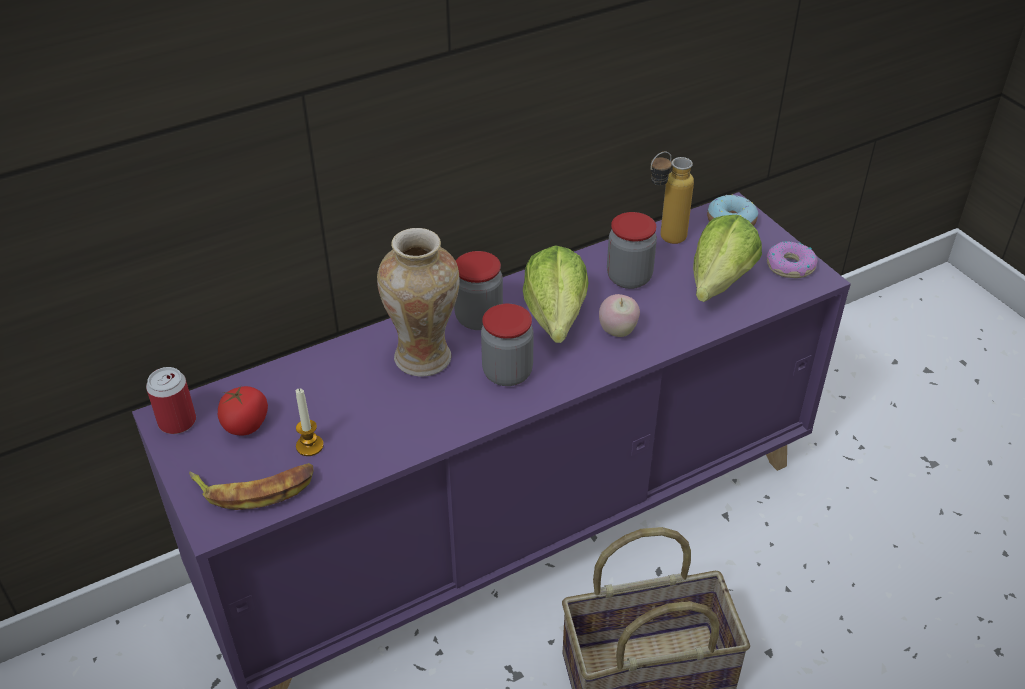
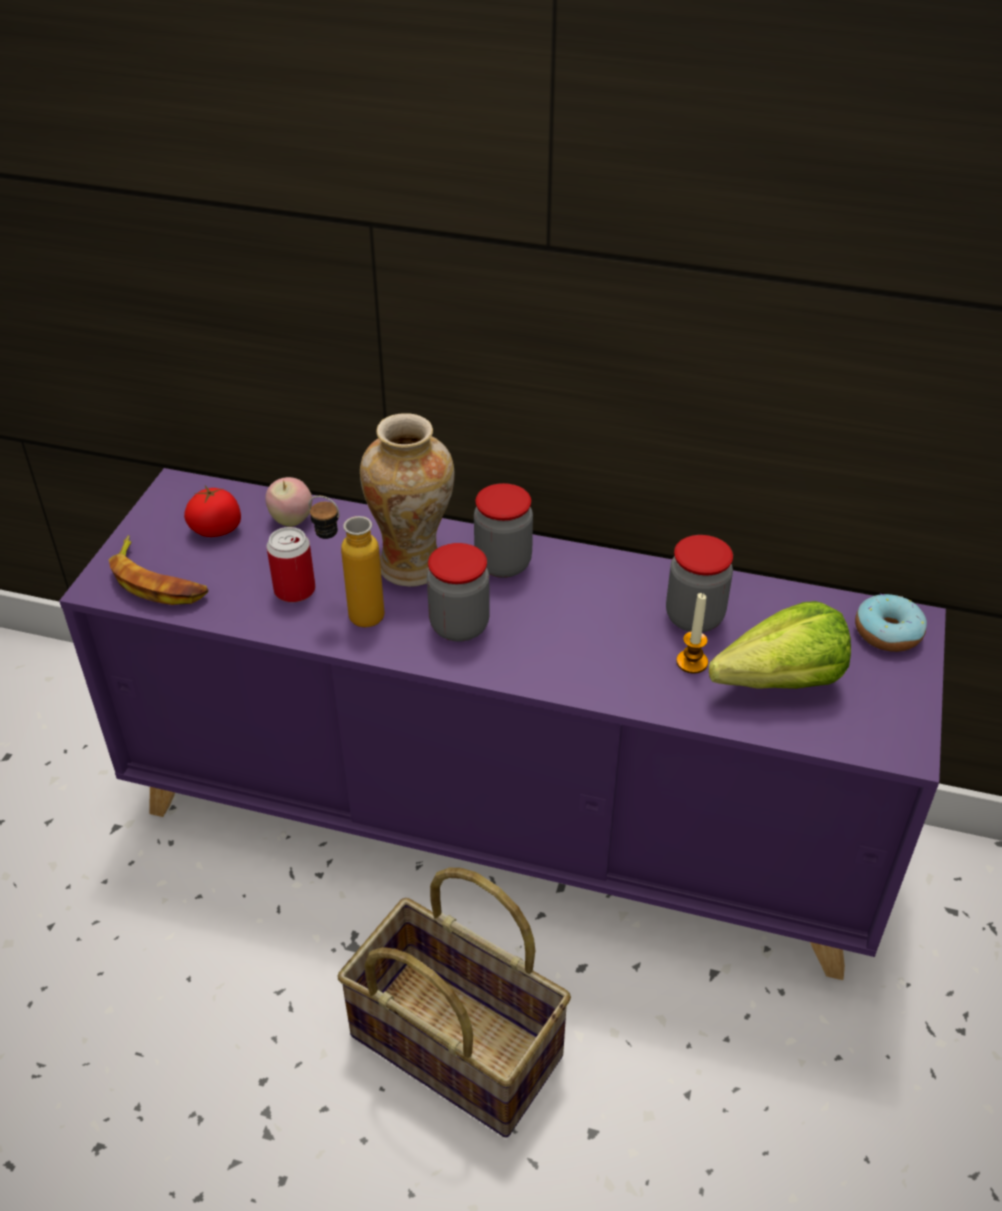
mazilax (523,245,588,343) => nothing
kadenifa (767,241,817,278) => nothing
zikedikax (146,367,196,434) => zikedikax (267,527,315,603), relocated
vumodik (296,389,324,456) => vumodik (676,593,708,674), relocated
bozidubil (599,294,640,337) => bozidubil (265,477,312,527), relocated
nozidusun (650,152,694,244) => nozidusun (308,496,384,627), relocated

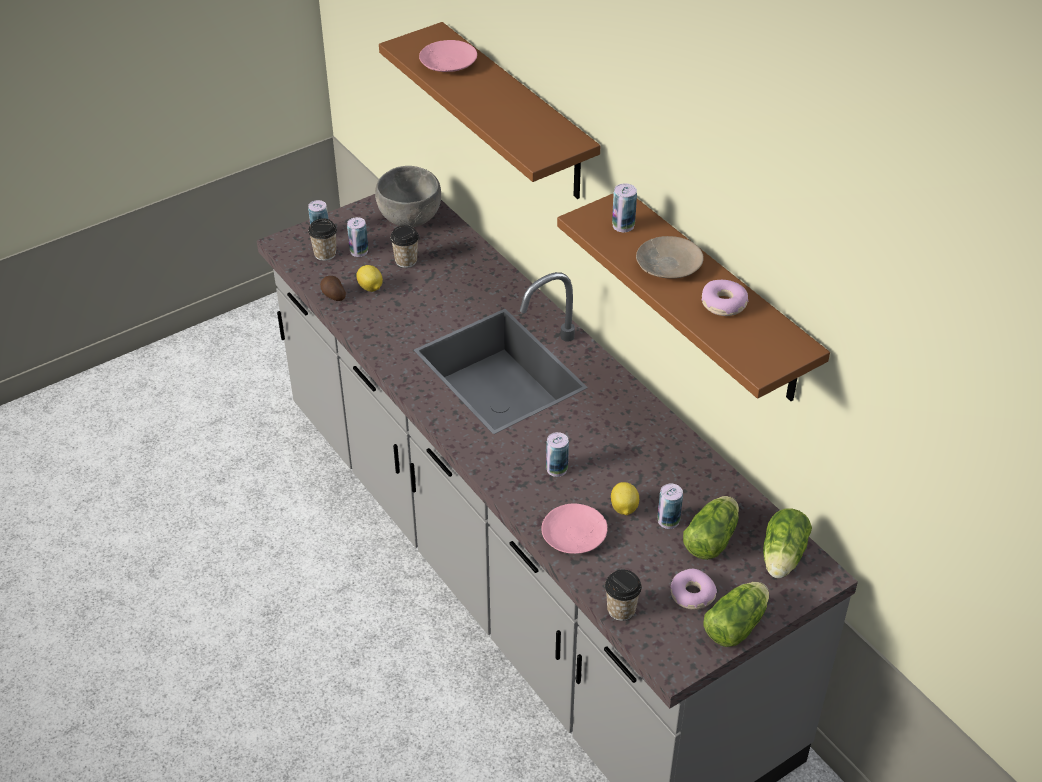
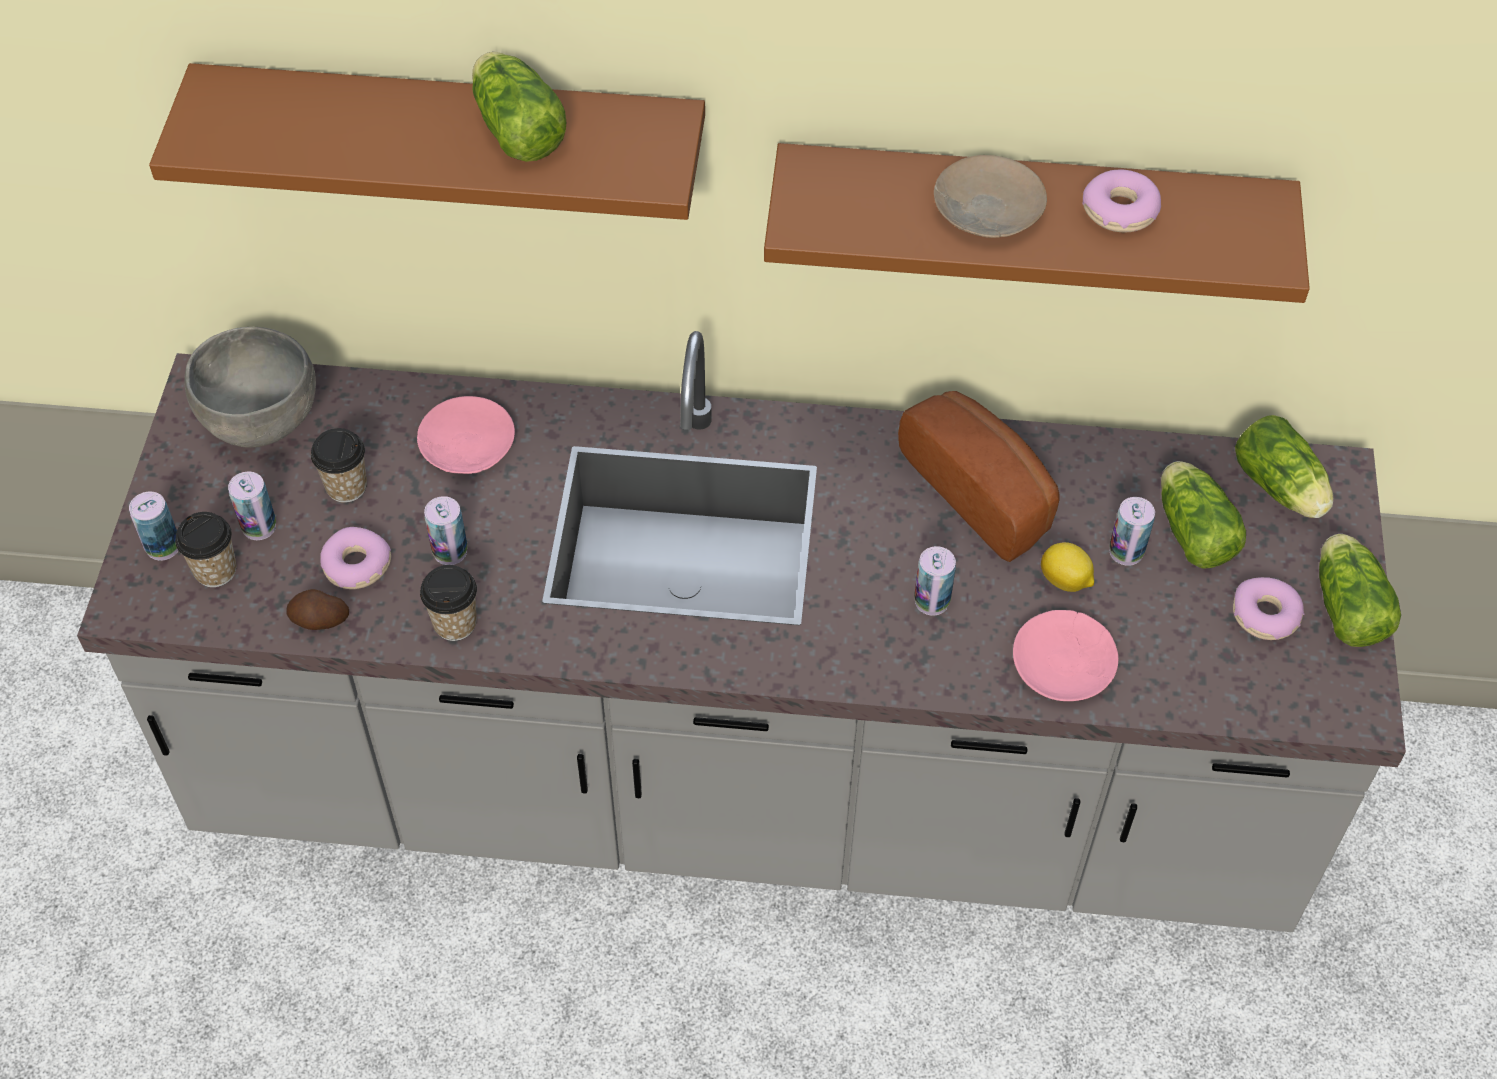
nothing => mazilax (472,52,566,162)
nothing => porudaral (898,391,1060,562)
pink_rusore (419,40,477,72) => pink_rusore (417,396,515,474), relocated
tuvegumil (605,570,642,621) => tuvegumil (420,565,477,641), relocated
zikedikax (612,183,637,232) => zikedikax (424,496,468,565), relocated
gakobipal (356,265,383,292) => kadenifa (320,527,391,589)

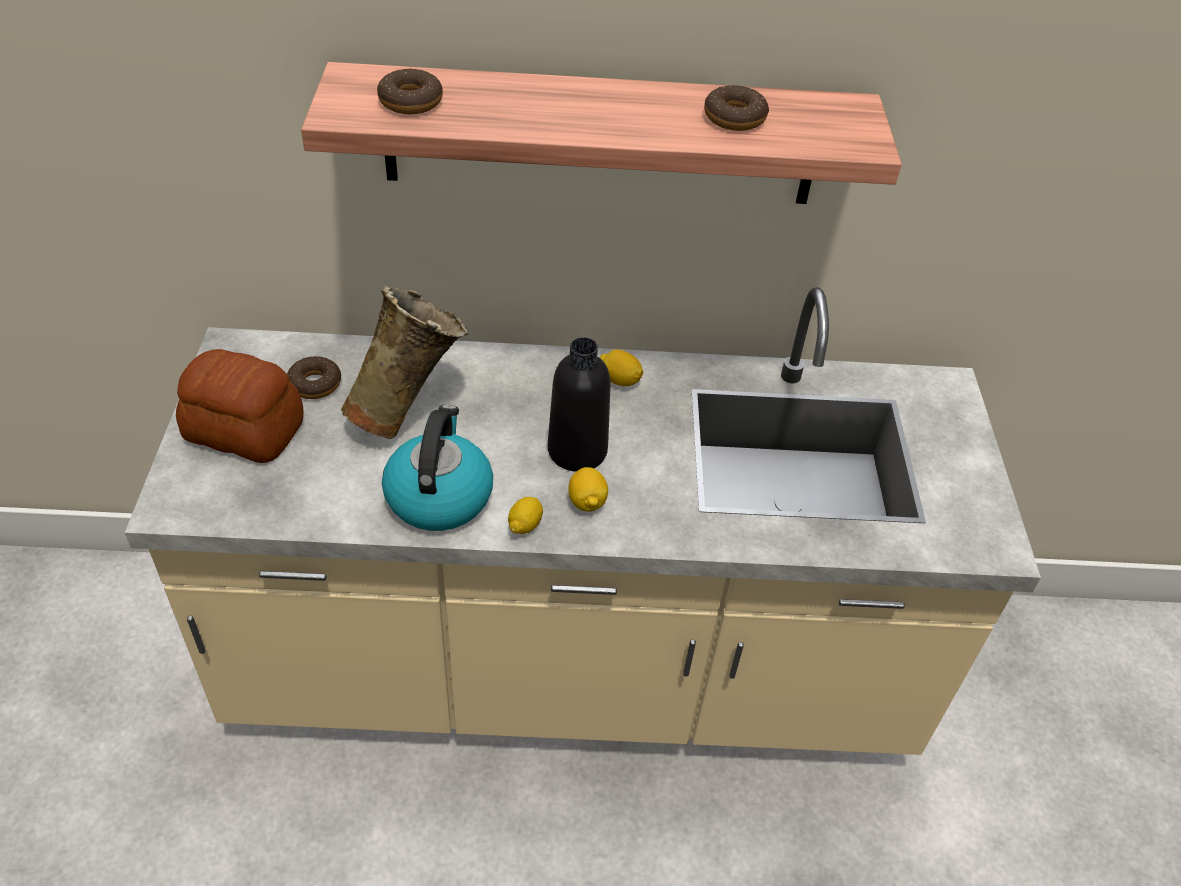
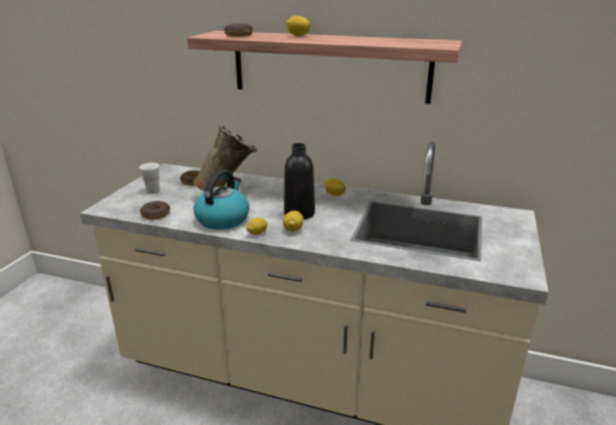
nothing => gakobipal (286,16,311,36)
kadenifa (704,85,769,131) => kadenifa (140,201,170,219), relocated
porudaral (176,349,304,463) => white_tuvegumil (139,163,160,194)

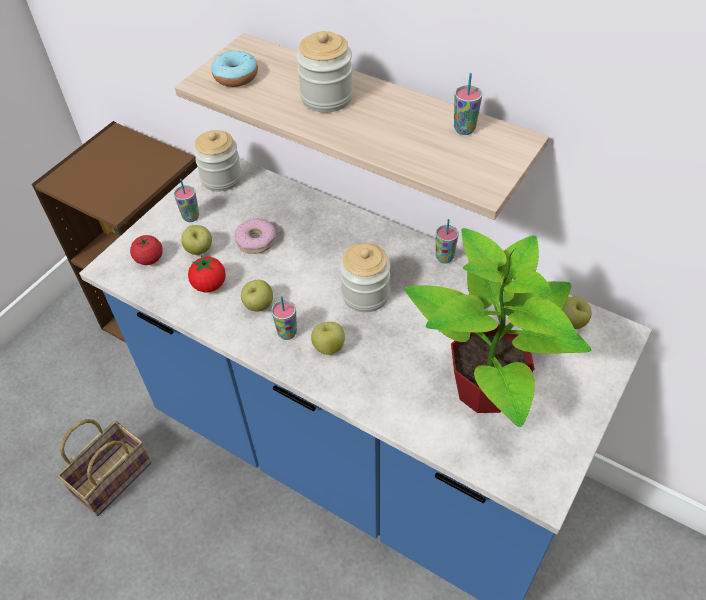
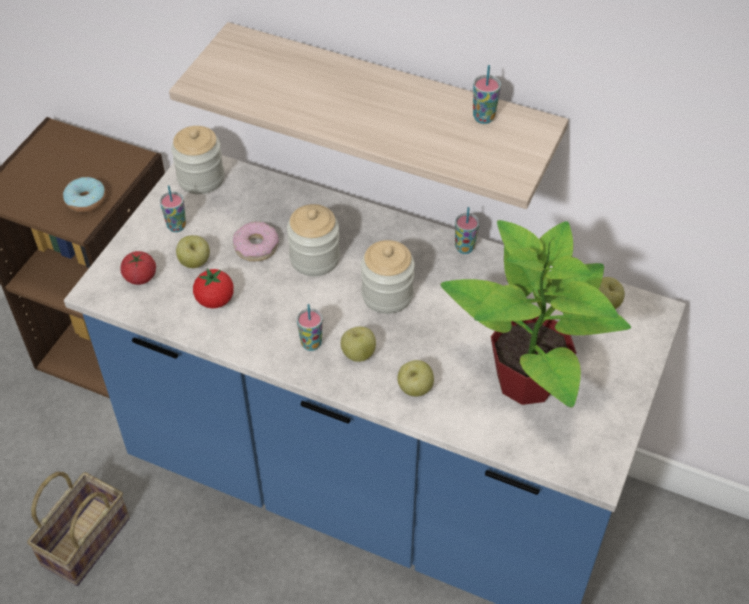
kadenifa (211,51,258,87) => kadenifa (63,177,106,213), relocated
bozidubil (241,280,273,312) => bozidubil (398,360,434,397), relocated
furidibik (296,31,353,112) => furidibik (287,204,340,276), relocated

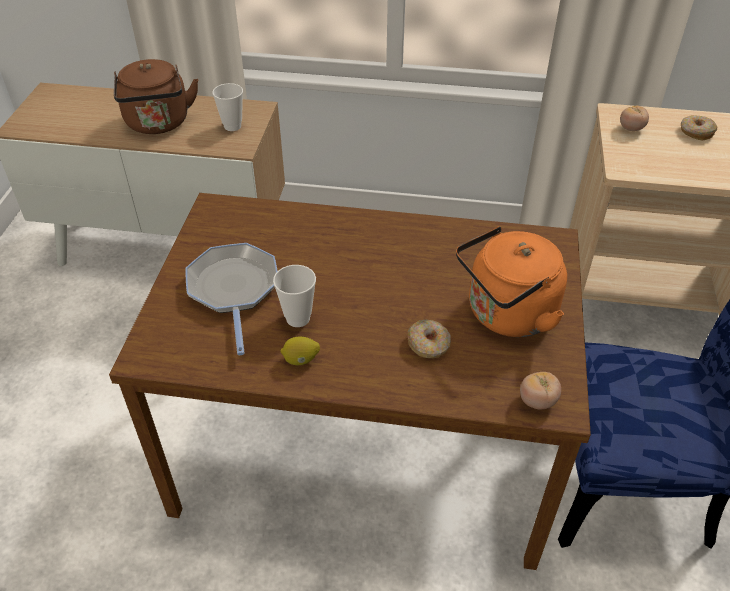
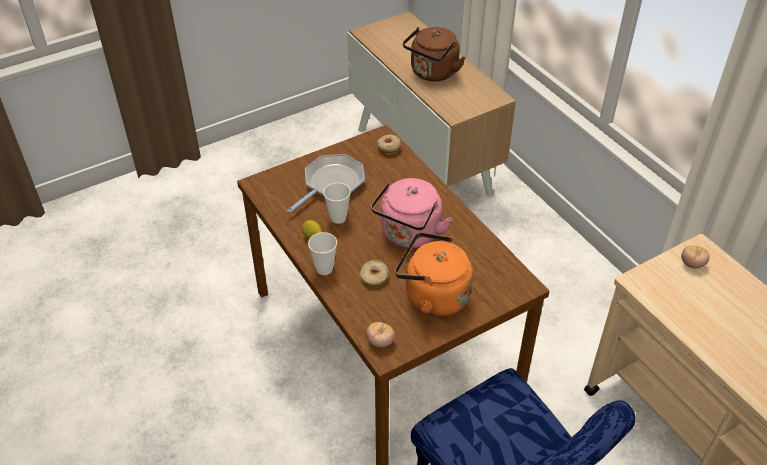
nothing => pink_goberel (371,178,453,248)
tuvegumil (212,83,243,131) => tuvegumil (308,232,337,275), relocated
kadenifa (681,115,717,141) => kadenifa (377,135,401,155), relocated

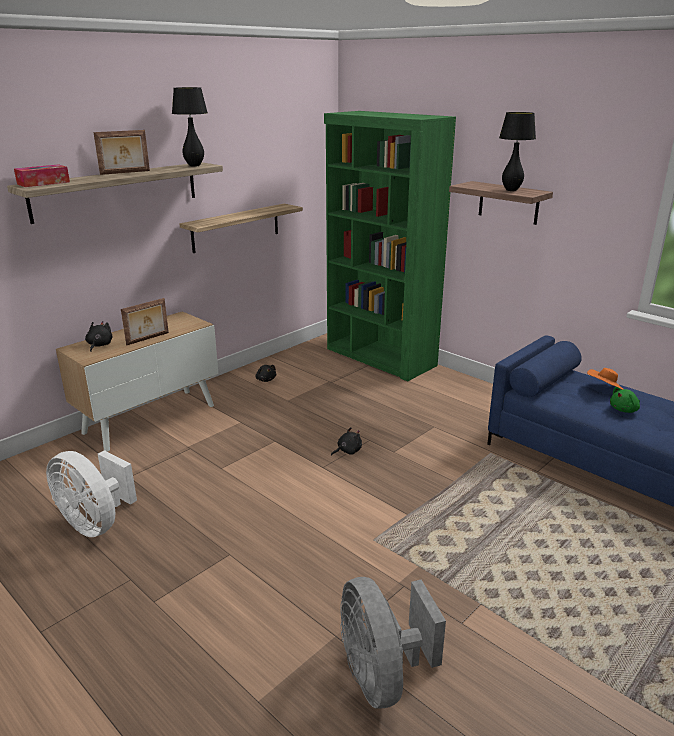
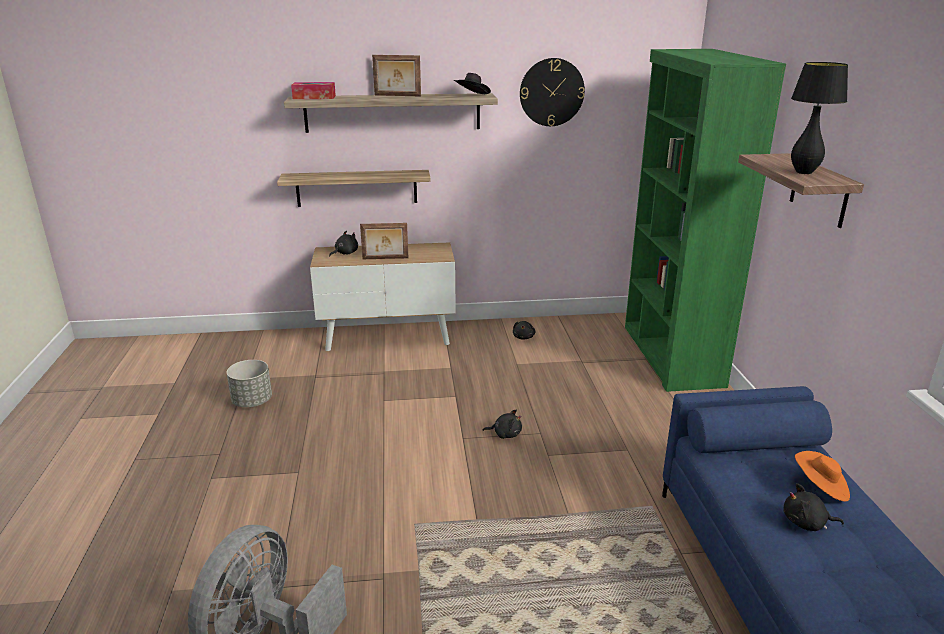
nothing => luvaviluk (520,58,585,126)
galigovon (180,204,303,253) => galigovon (277,170,431,207), relocated
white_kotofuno (46,450,137,537) => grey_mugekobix (227,360,272,407)
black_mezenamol (172,87,208,167) => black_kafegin (454,73,491,94)
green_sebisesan (610,387,640,413) => black_sebisesan (784,483,844,531)

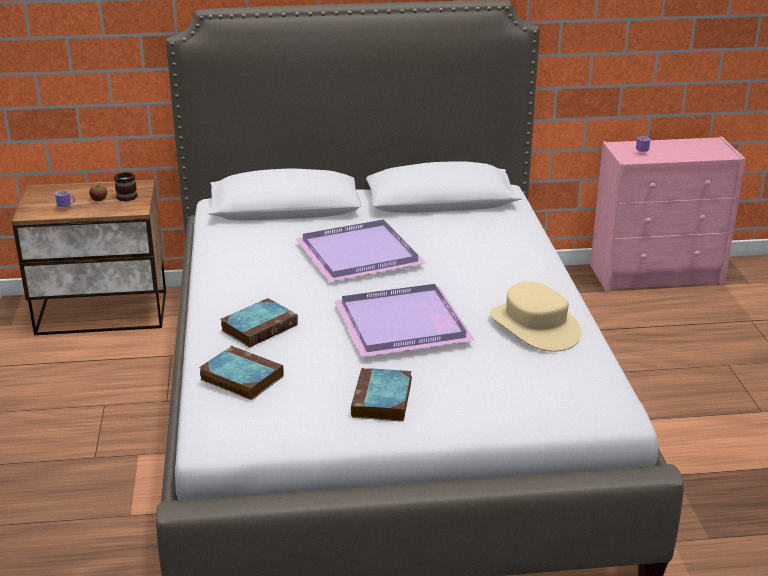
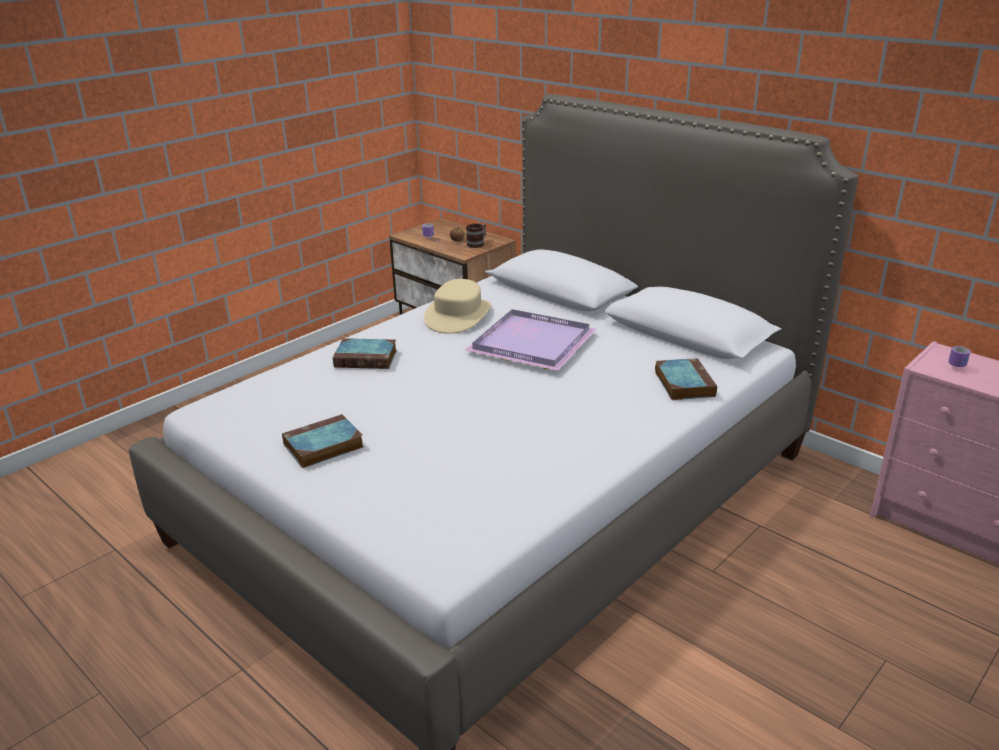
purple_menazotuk (334,284,475,357) => nothing
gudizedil (199,346,283,400) => gudizedil (655,358,717,400), relocated
beige_kafegin (490,281,582,352) => beige_kafegin (424,279,491,334), relocated

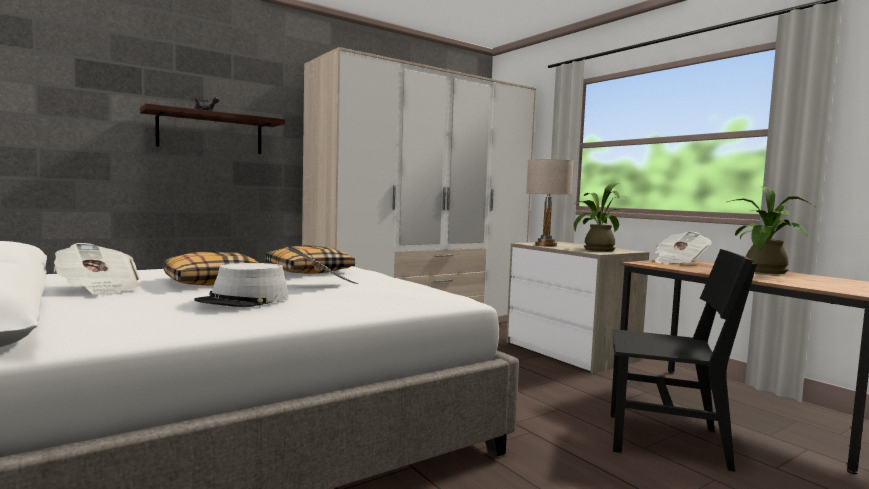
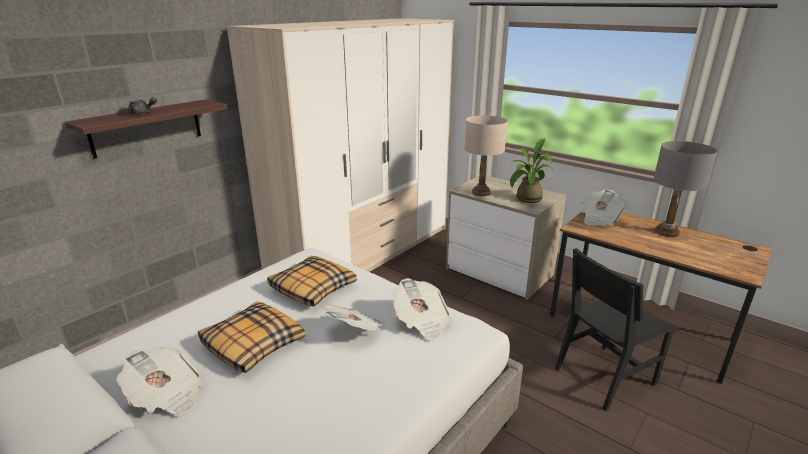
grey_kafegin (194,263,289,307) => nothing
nothing => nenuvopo (392,278,452,341)
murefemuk (727,186,815,274) => grey_mezenamol (653,141,718,237)
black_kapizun (611,249,757,472) => black_kapizun (555,248,678,411), 150 degrees clockwise

